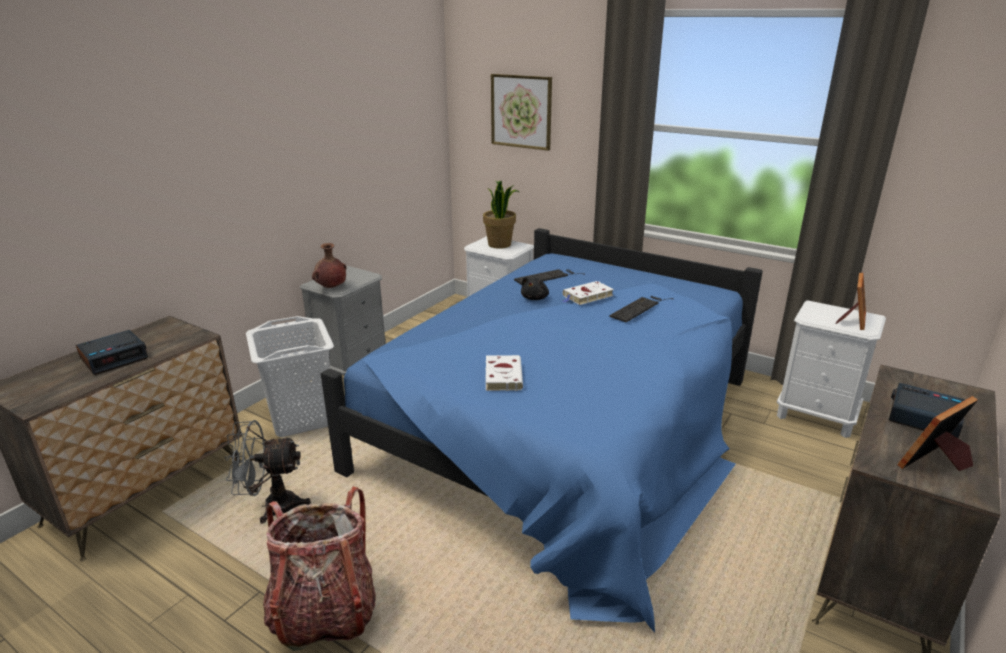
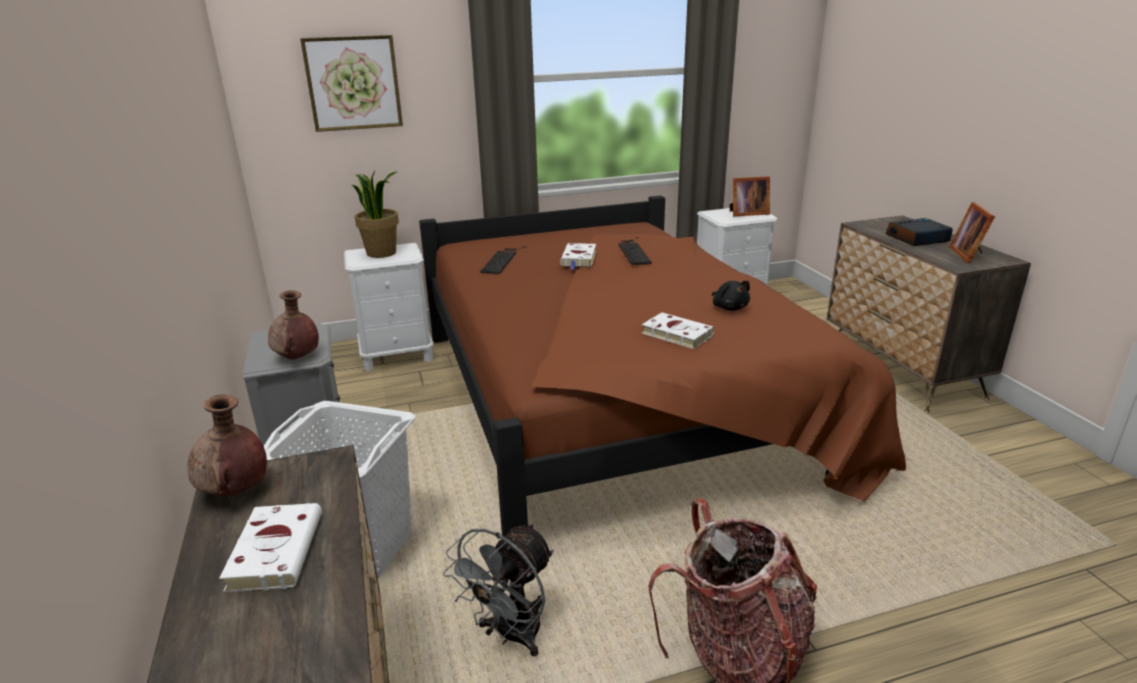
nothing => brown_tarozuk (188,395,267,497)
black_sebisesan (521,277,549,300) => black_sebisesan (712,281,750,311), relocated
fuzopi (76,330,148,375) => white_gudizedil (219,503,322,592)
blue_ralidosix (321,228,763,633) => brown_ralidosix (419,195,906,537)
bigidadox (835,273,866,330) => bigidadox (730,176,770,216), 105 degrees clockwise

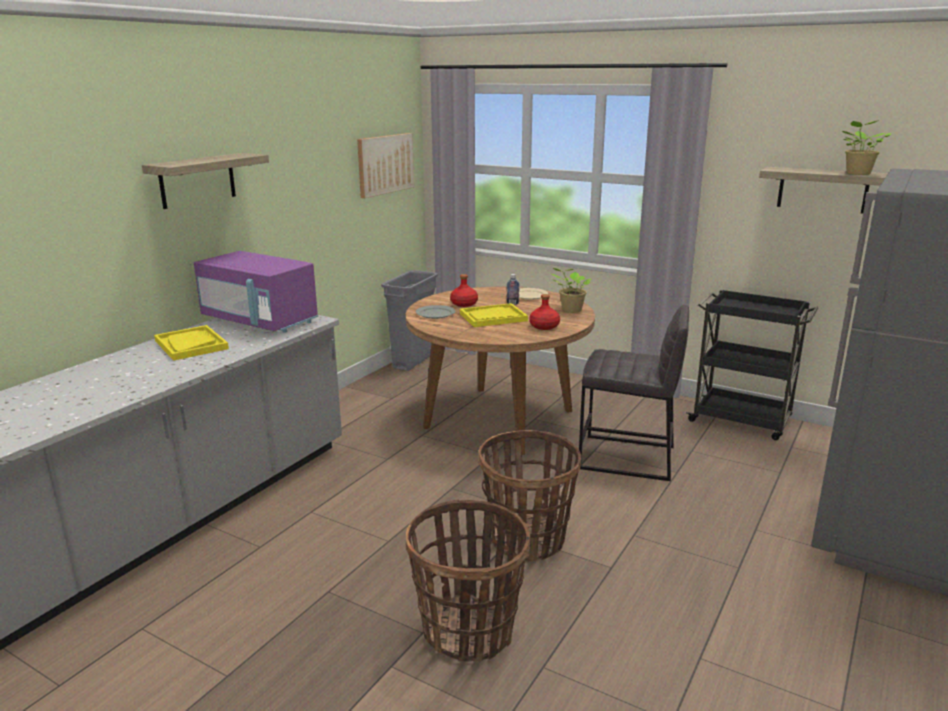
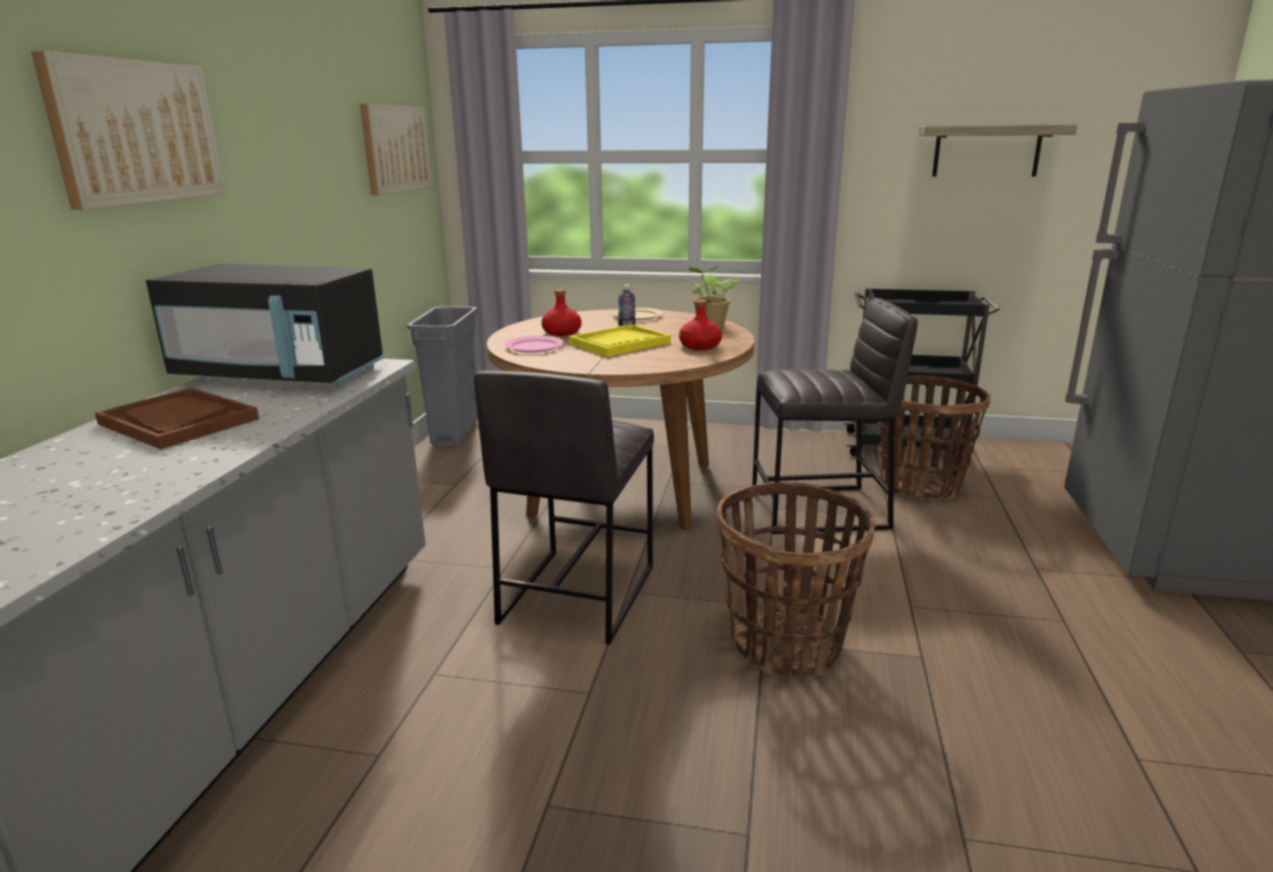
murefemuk (842,121,891,175) => nothing
nothing => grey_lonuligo (474,371,654,645)
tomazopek (406,499,530,663) => tomazopek (878,375,991,500), relocated
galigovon (142,153,269,209) => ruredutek (31,51,225,210)
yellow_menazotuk (154,325,229,361) => brown_menazotuk (95,388,259,449)
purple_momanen (194,251,318,333) => black_momanen (146,264,384,386)
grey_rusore (416,305,456,319) => pink_rusore (505,336,564,353)

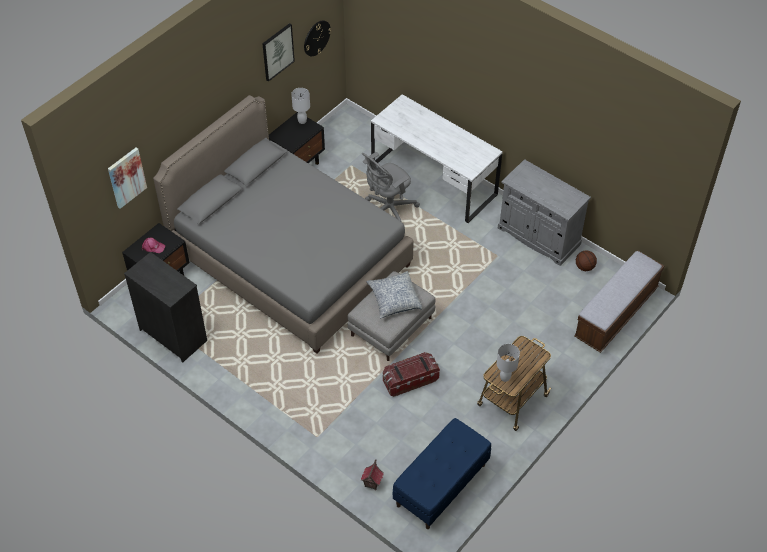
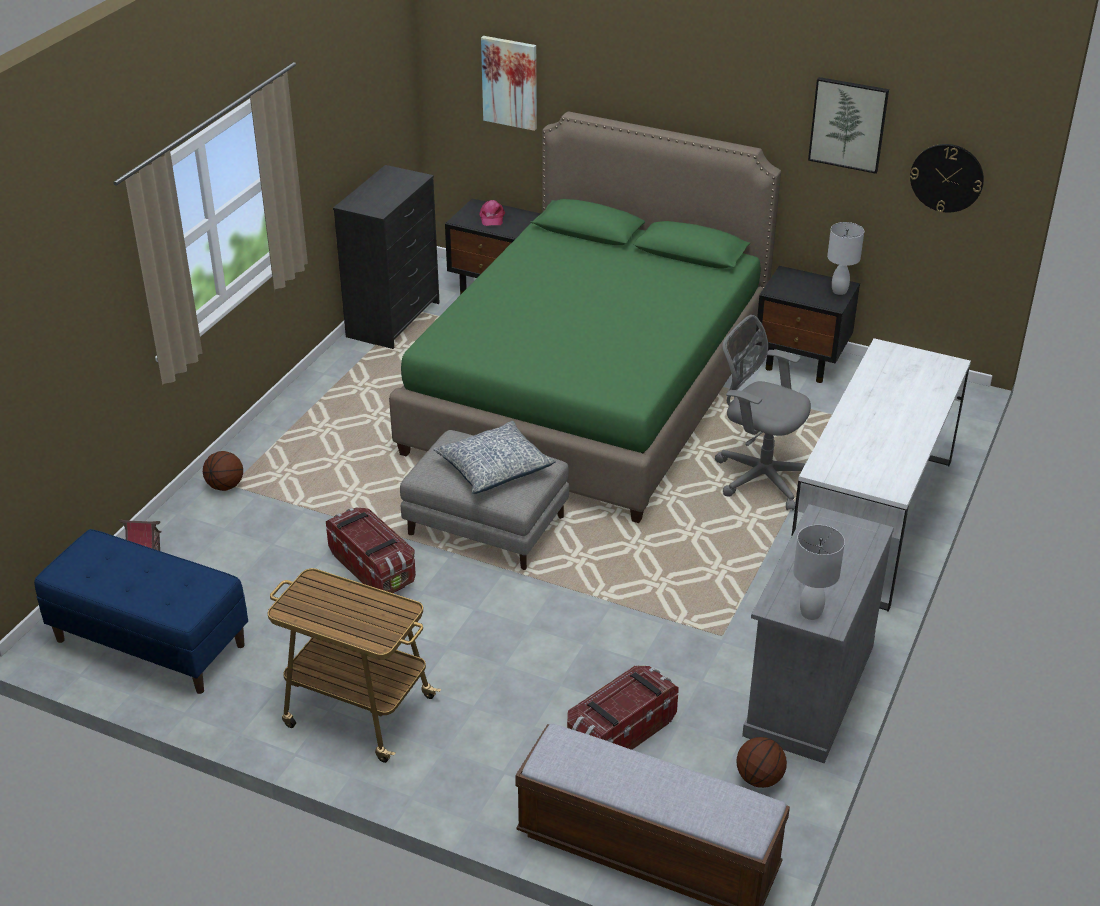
nothing => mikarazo (203,451,243,491)
nothing => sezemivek (567,666,679,750)
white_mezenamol (497,344,520,382) => white_mezenamol (793,525,845,620), relocated
grey_ralidosix (153,95,414,354) => green_ralidosix (389,111,781,523)

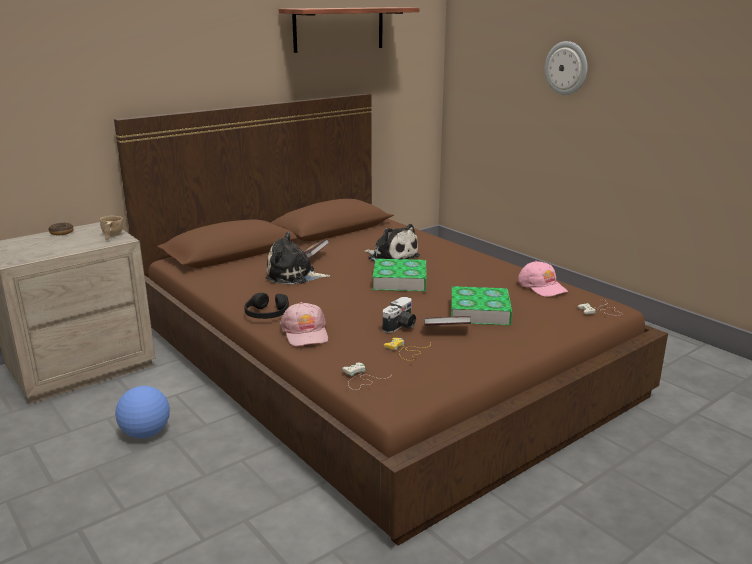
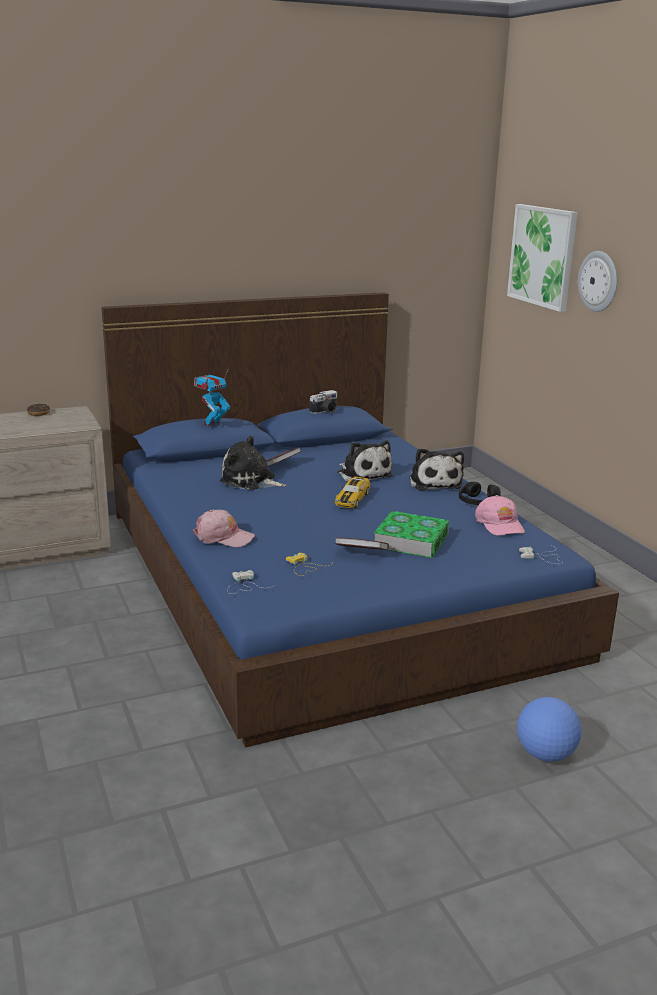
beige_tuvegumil (100,216,123,240) => nothing
galigovon (279,7,420,53) => nothing
nothing => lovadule (194,371,230,428)
nothing => sebisesan (409,448,464,491)
nothing => ruredutek (507,204,578,312)
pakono (115,386,170,438) => pakono (517,697,582,762), relocated
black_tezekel (244,293,289,319) => black_tezekel (459,482,501,505), relocated
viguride (382,297,416,333) => viguride (310,390,337,414), relocated
gudizedil (372,259,427,291) => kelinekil (335,477,370,508)
brown_ralidosix (114,93,668,546) => blue_ralidosix (101,292,619,747)
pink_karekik (280,302,328,346) => pink_karekik (193,510,255,547), 75 degrees counterclockwise

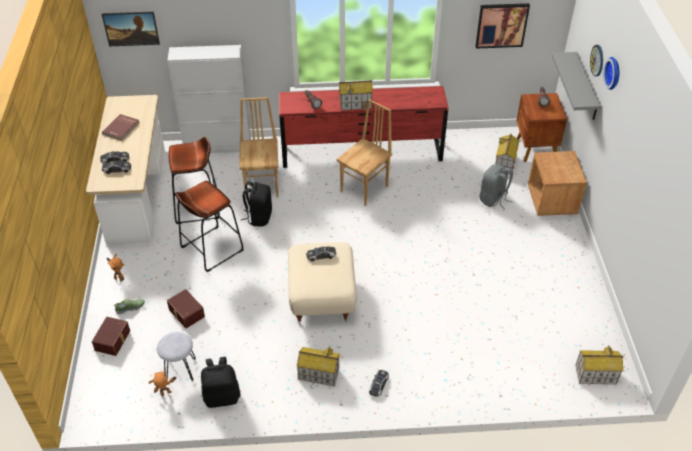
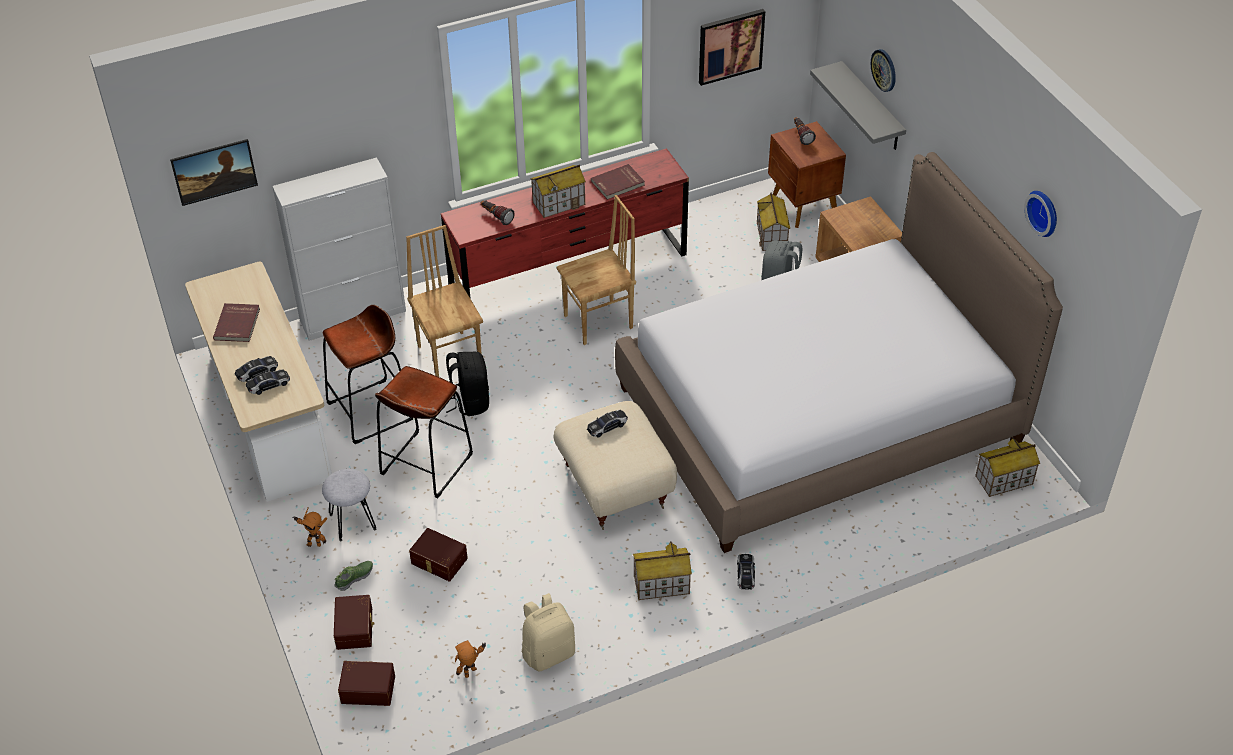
nothing => brown_sezemivek (338,661,395,706)
nothing => red_gudizedil (591,164,645,200)
nothing => ralidosix (615,152,1063,553)
grey_lonuligo (157,332,196,381) => grey_lonuligo (322,469,376,541), relocated
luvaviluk (603,57,619,90) => luvaviluk (1024,191,1057,237), relocated
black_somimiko (201,357,240,408) => beige_somimiko (522,593,575,672)
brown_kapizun (337,99,392,206) => brown_kapizun (557,195,636,345), 45 degrees clockwise

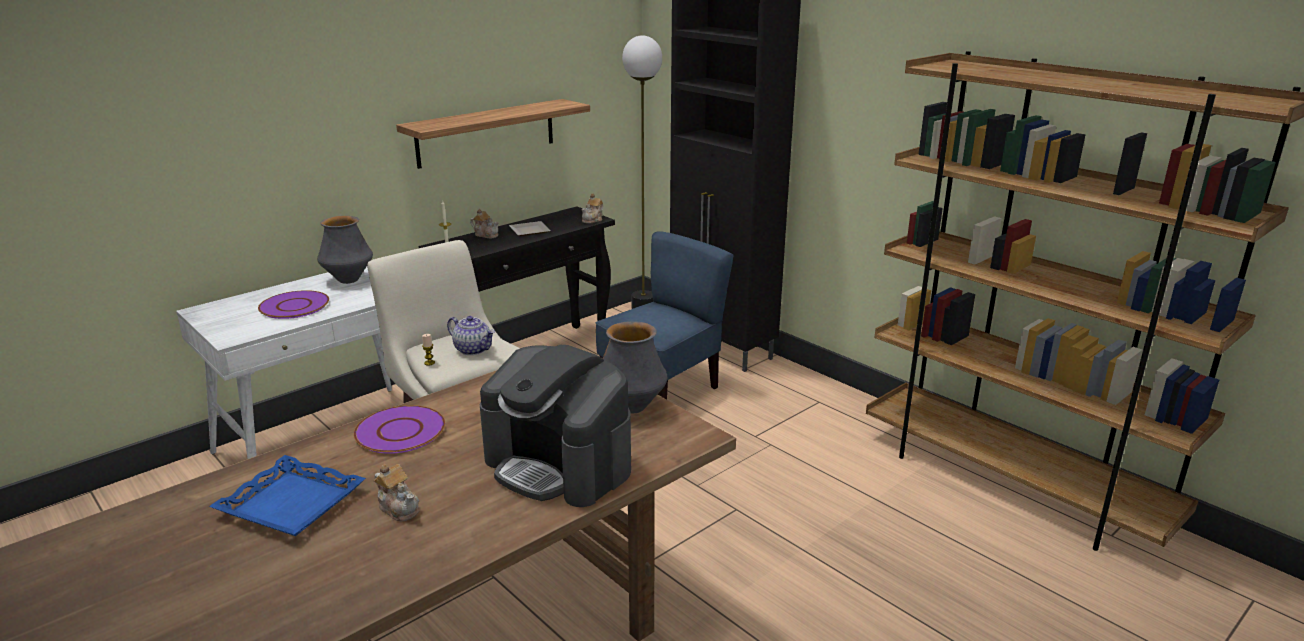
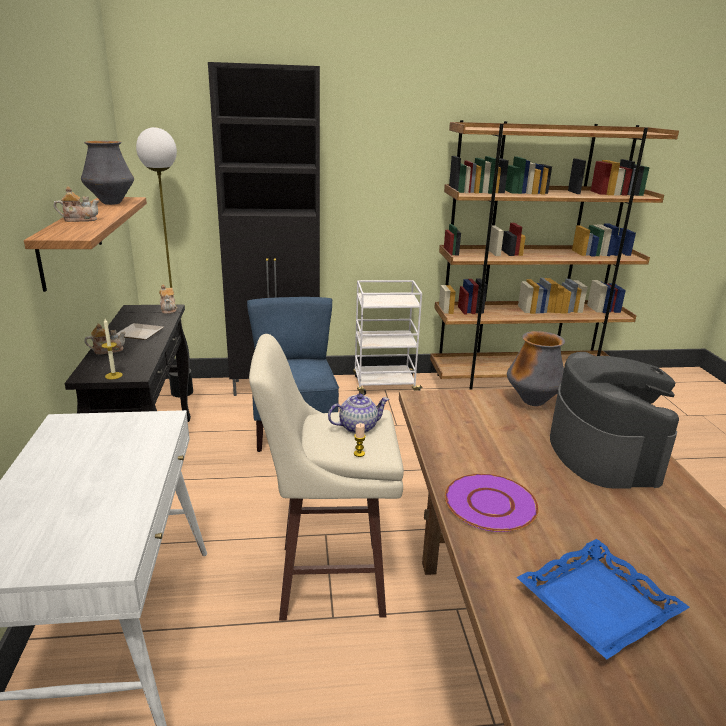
purple_rusore (258,290,329,319) => nothing
nothing => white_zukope (353,280,423,396)
tarozuk (317,216,373,284) => tarozuk (81,141,134,205), relocated
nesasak (374,464,420,522) => nesasak (54,186,99,222), relocated
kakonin (480,345,631,507) => kakonin (550,352,679,489), 75 degrees counterclockwise

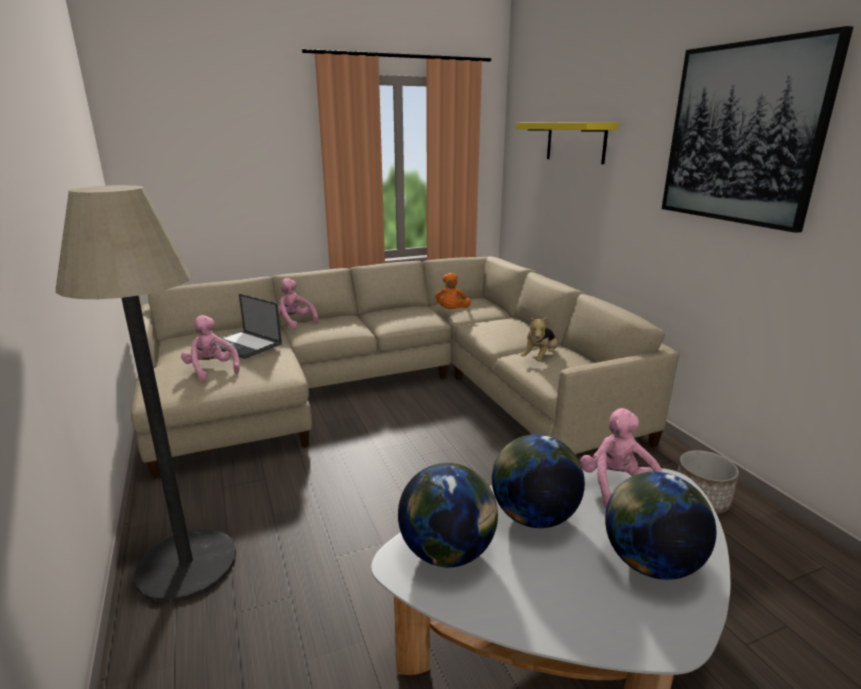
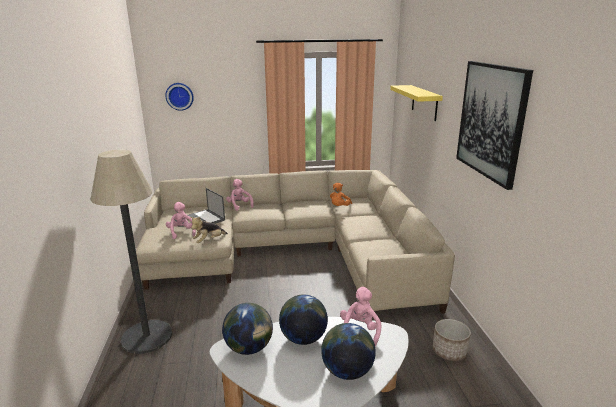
nothing => luvaviluk (165,83,194,111)
sebisesan (521,316,558,361) => sebisesan (190,217,228,243), relocated

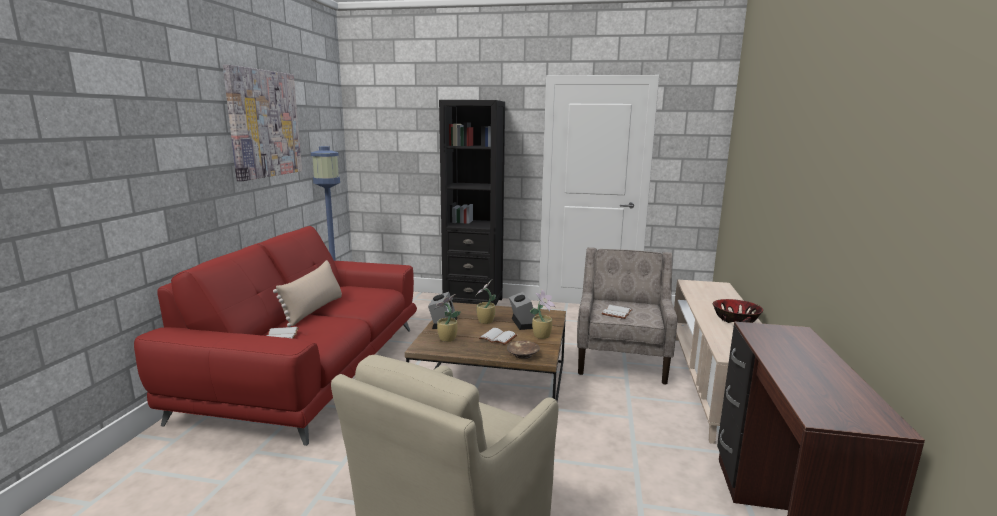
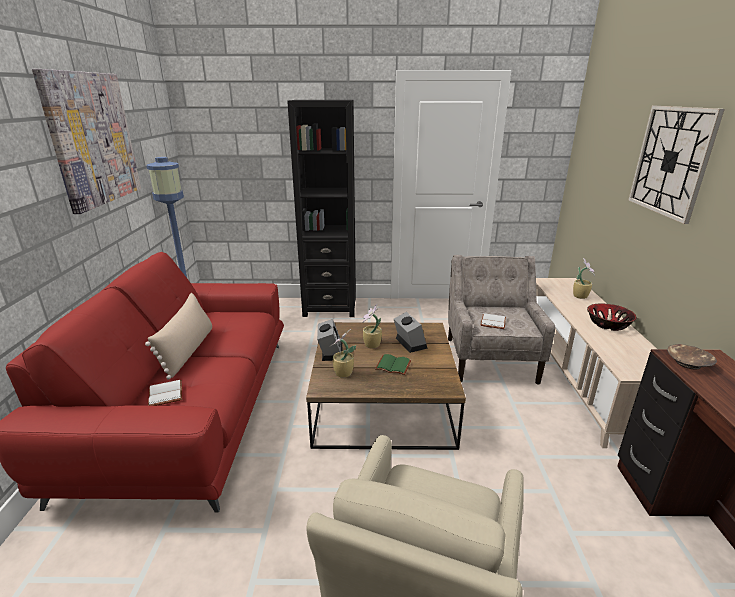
nothing => luvaviluk (628,106,725,224)
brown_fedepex (507,341,540,359) => brown_fedepex (667,344,717,370), relocated
murefemuk (530,289,555,339) => murefemuk (573,258,595,299), relocated
white_gudizedil (479,328,517,345) => green_gudizedil (375,354,411,375)

